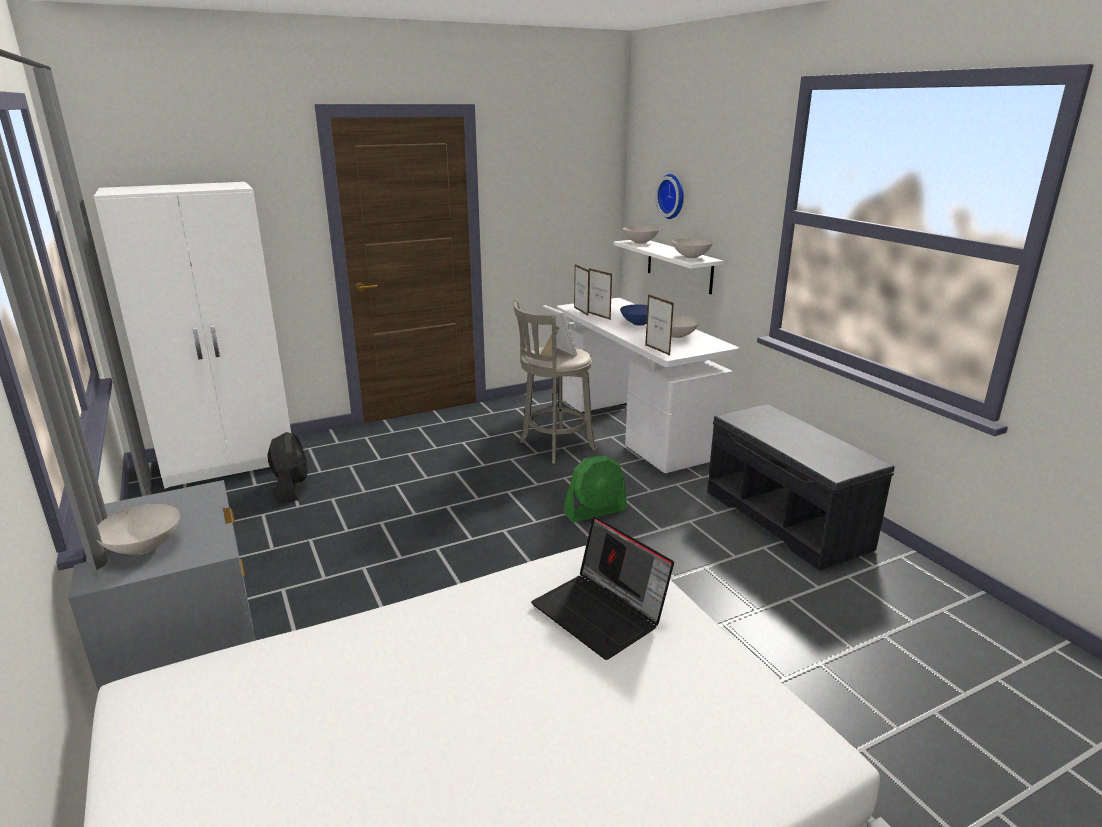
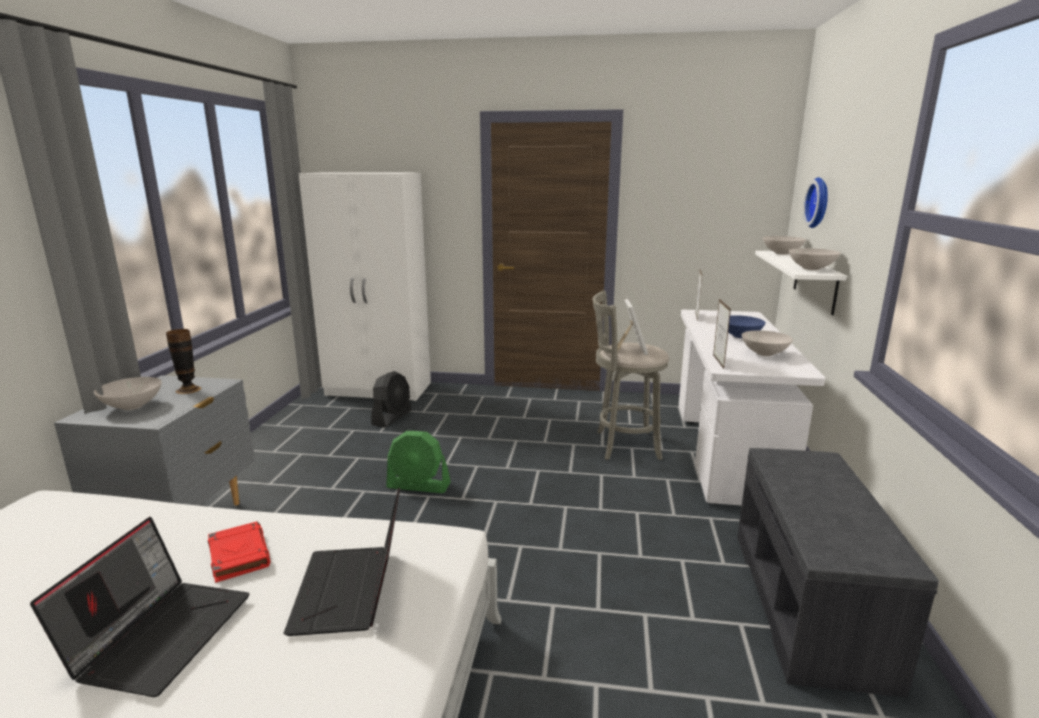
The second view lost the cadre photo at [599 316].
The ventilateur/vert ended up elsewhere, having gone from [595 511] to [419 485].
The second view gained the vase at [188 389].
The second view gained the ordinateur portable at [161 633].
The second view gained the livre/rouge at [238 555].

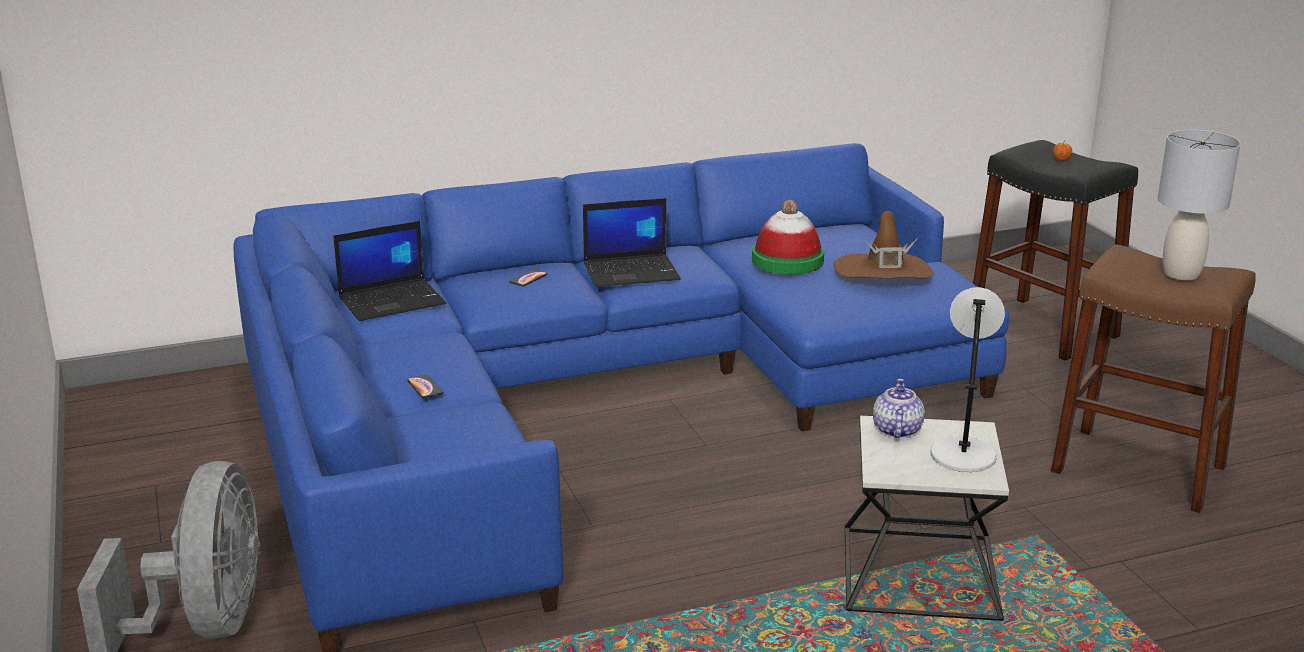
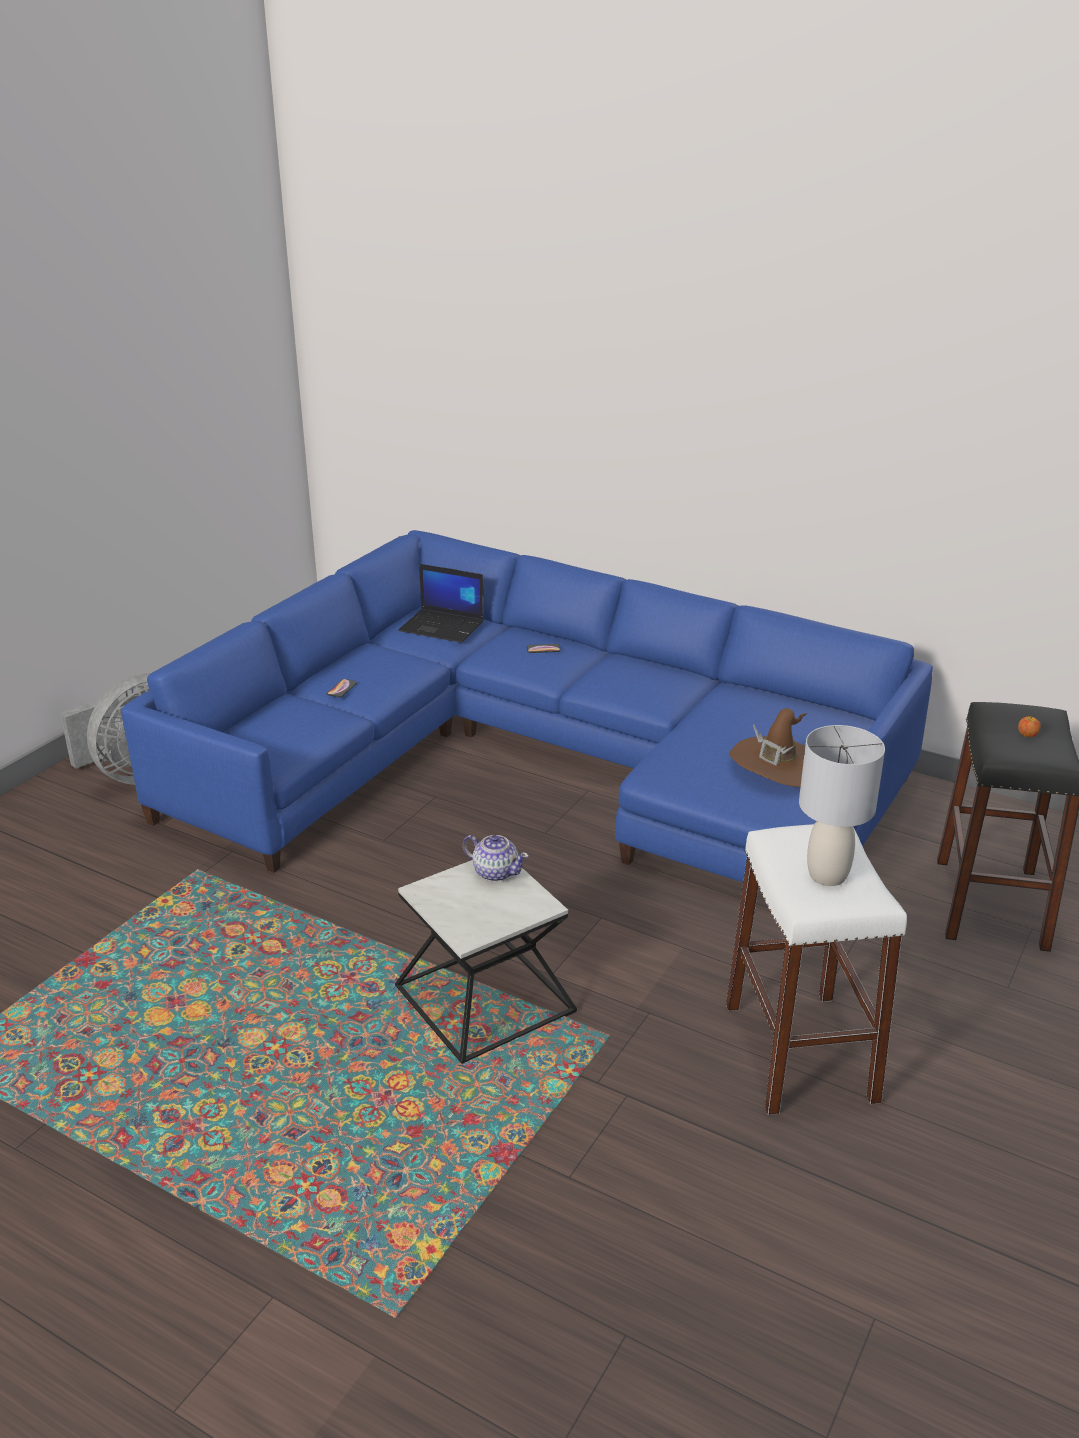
The second view lost the ordinateur portable at [632 271].
The second view lost the chapeau at [787 260].
What was the tabouret/marron at [1139 469] turned into the tabouret/blanc at [800 1052].
The second view lost the lampe de table/gris at [963 453].
The théière at [896 430] ended up facing another way, 60 degrees clockwise from before.

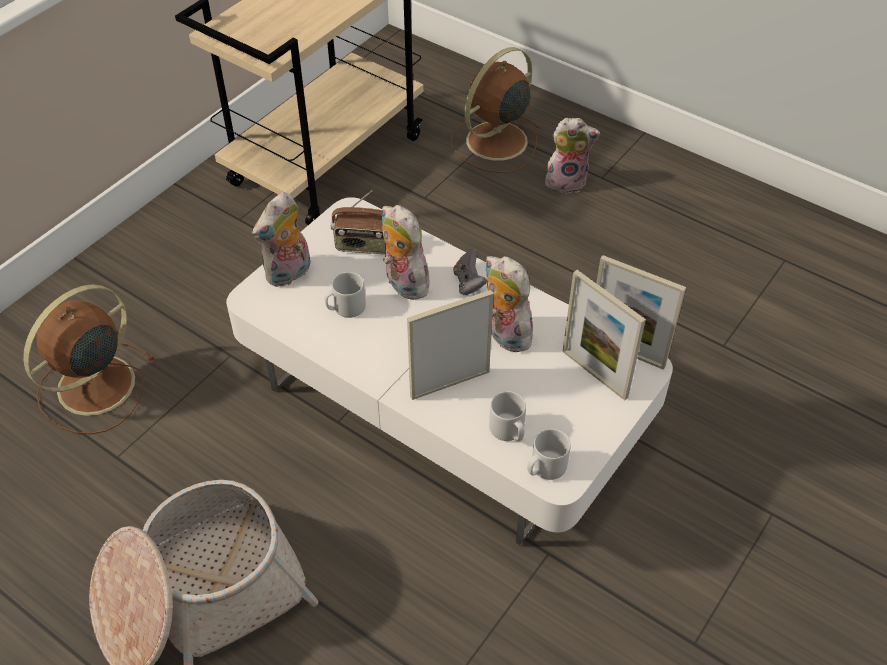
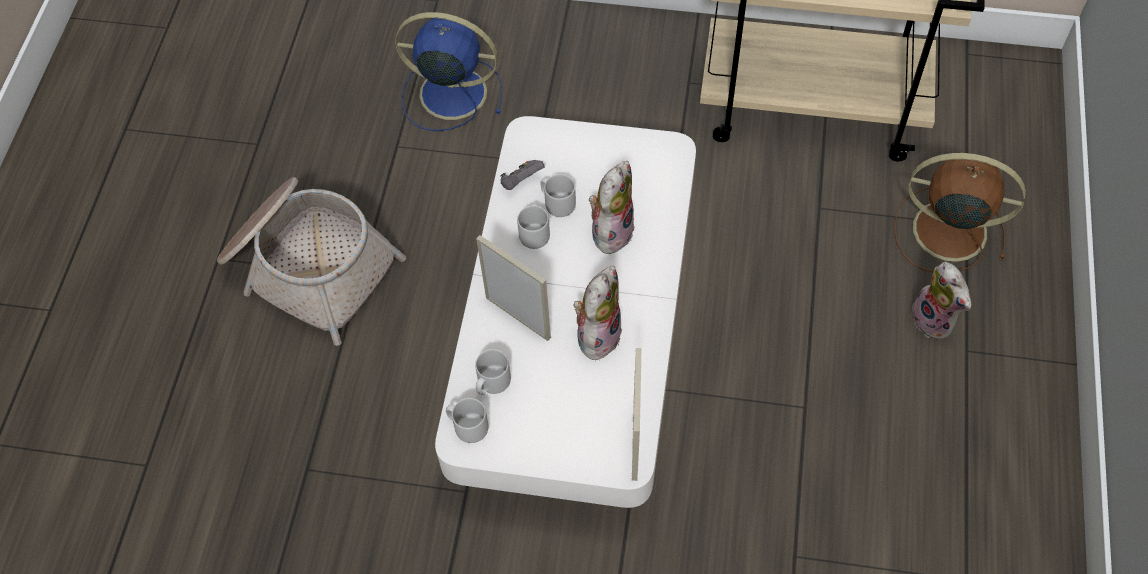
The second view lost the radio at [364 245].
The second view lost the peluche at [289 274].
The manette/gris ended up elsewhere, having gone from [468 282] to [521 182].
The second view lost the cadre photo at [594 374].
What was the ventilateur/marron at [93 387] turned into the ventilateur/bleu at [450 93].
The second view gained the mug/gris at [534 233].

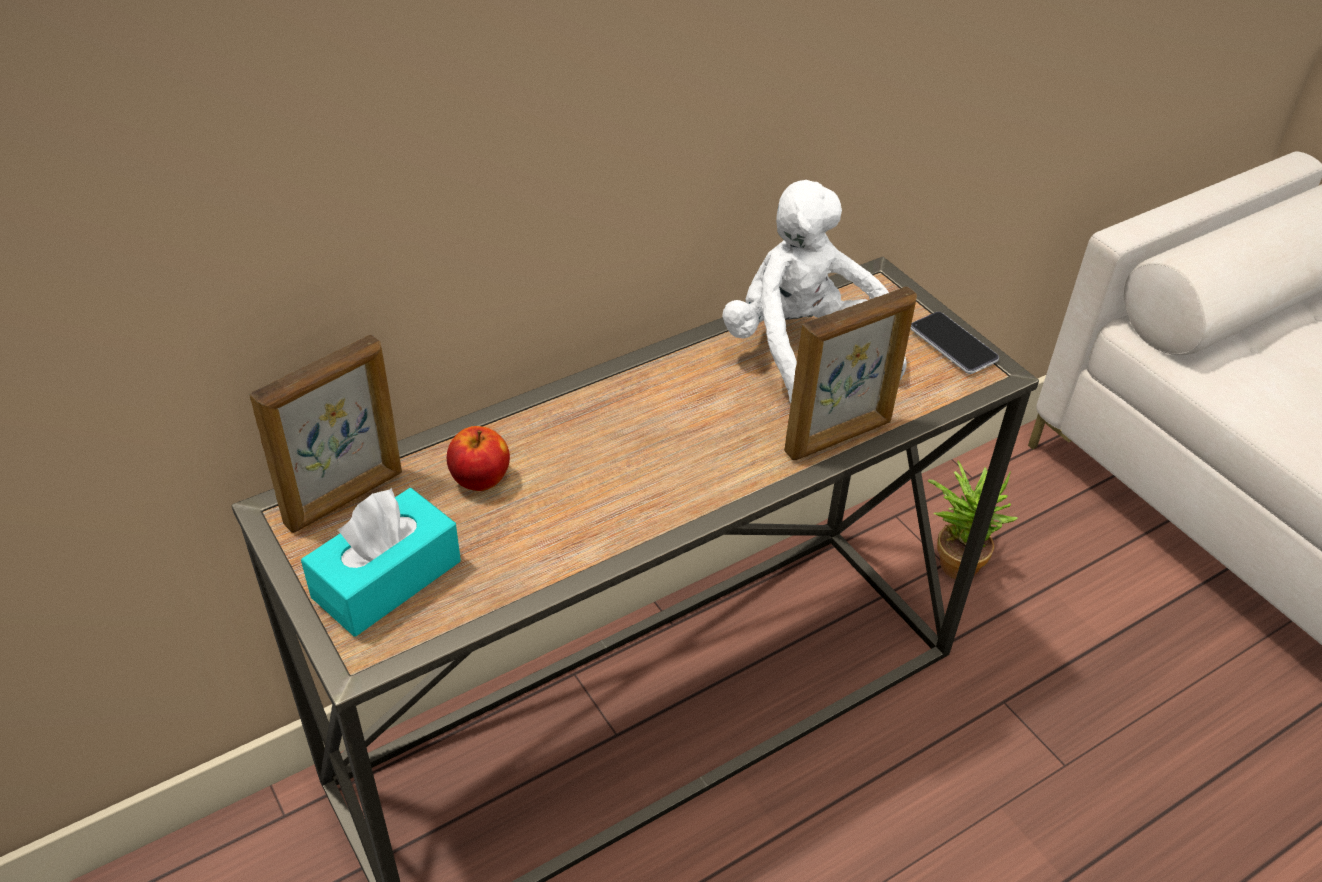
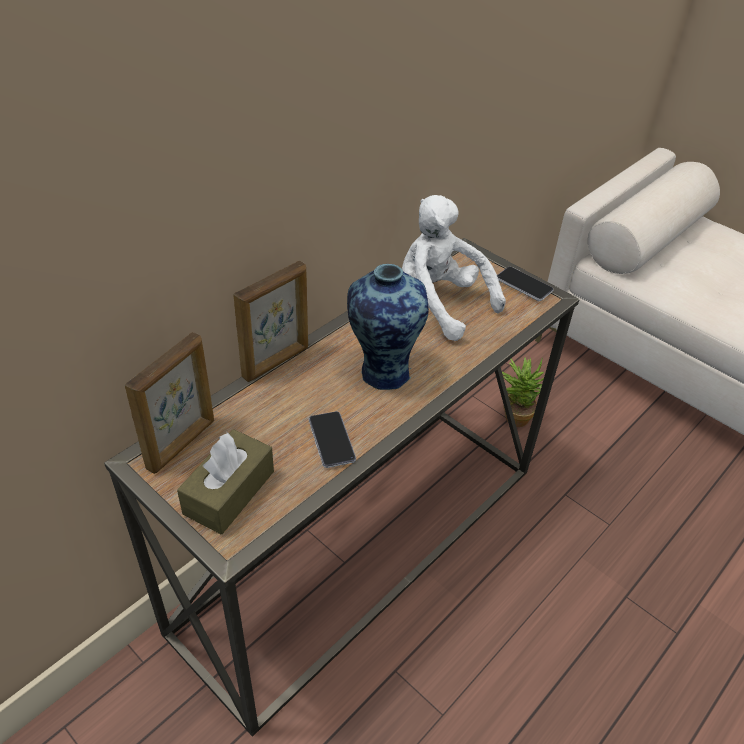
The cadre photo ended up elsewhere, having gone from [839 437] to [276 362].
The second view lost the pomme at [480 479].
What was the boîte à mouchoirs/turquoise at [387 579] turned into the boîte à mouchoirs/marron at [229 492].
The second view gained the vase at [382 372].
The second view gained the téléphone at [331 440].

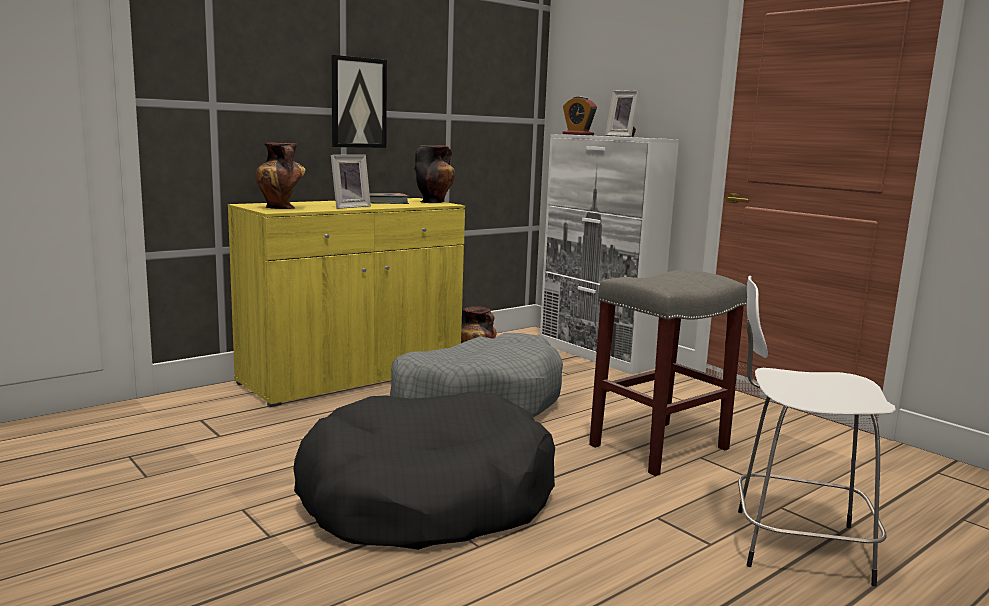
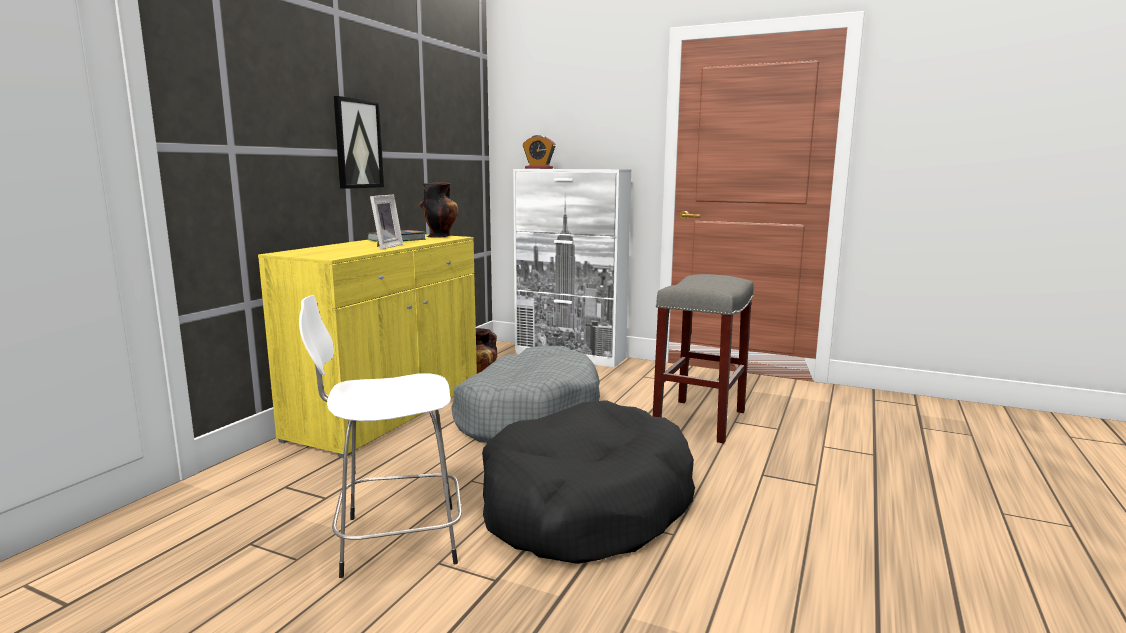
The second view lost the cadre photo at [623 136].
The second view lost the vase at [281 208].
The tabouret/blanc ended up elsewhere, having gone from [794 544] to [394 540].

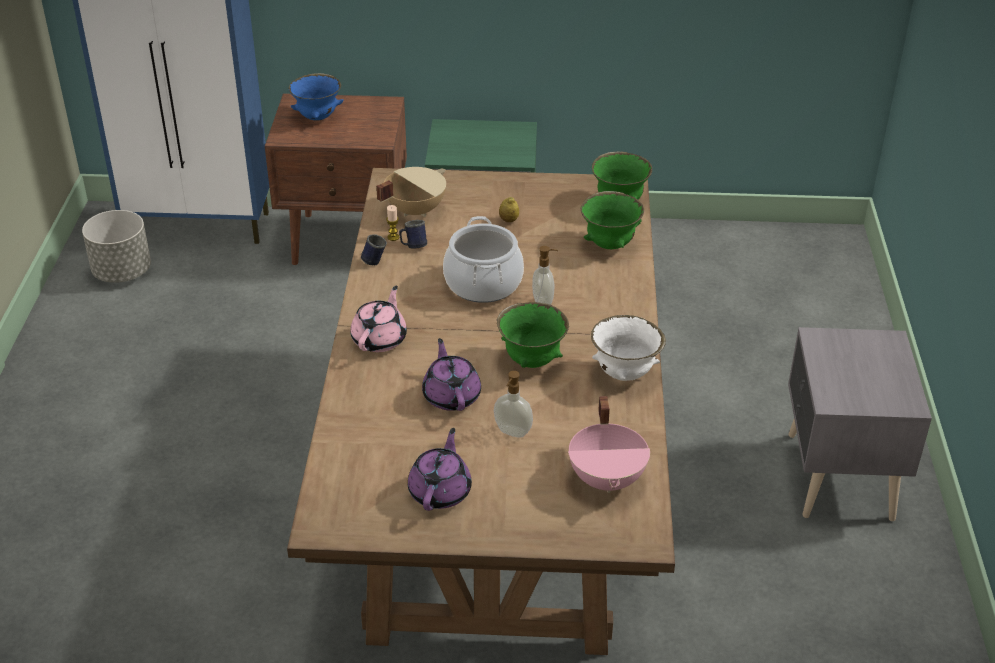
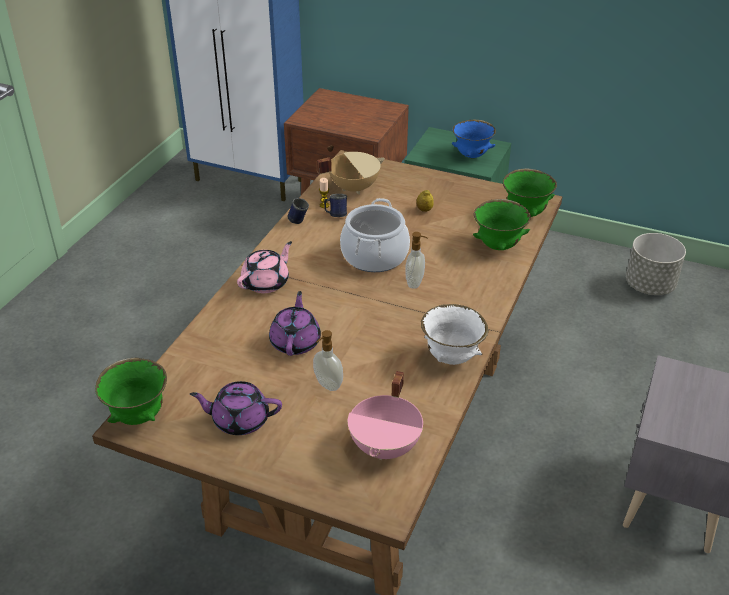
The bol/bleu ended up elsewhere, having gone from [318 117] to [472 155].
The cache-pot/gris ended up elsewhere, having gone from [123 272] to [650 286].
The bol/vert ended up elsewhere, having gone from [532 361] to [139 416].
The théière/violet at [440 491] ended up facing another way, 120 degrees counterclockwise from before.

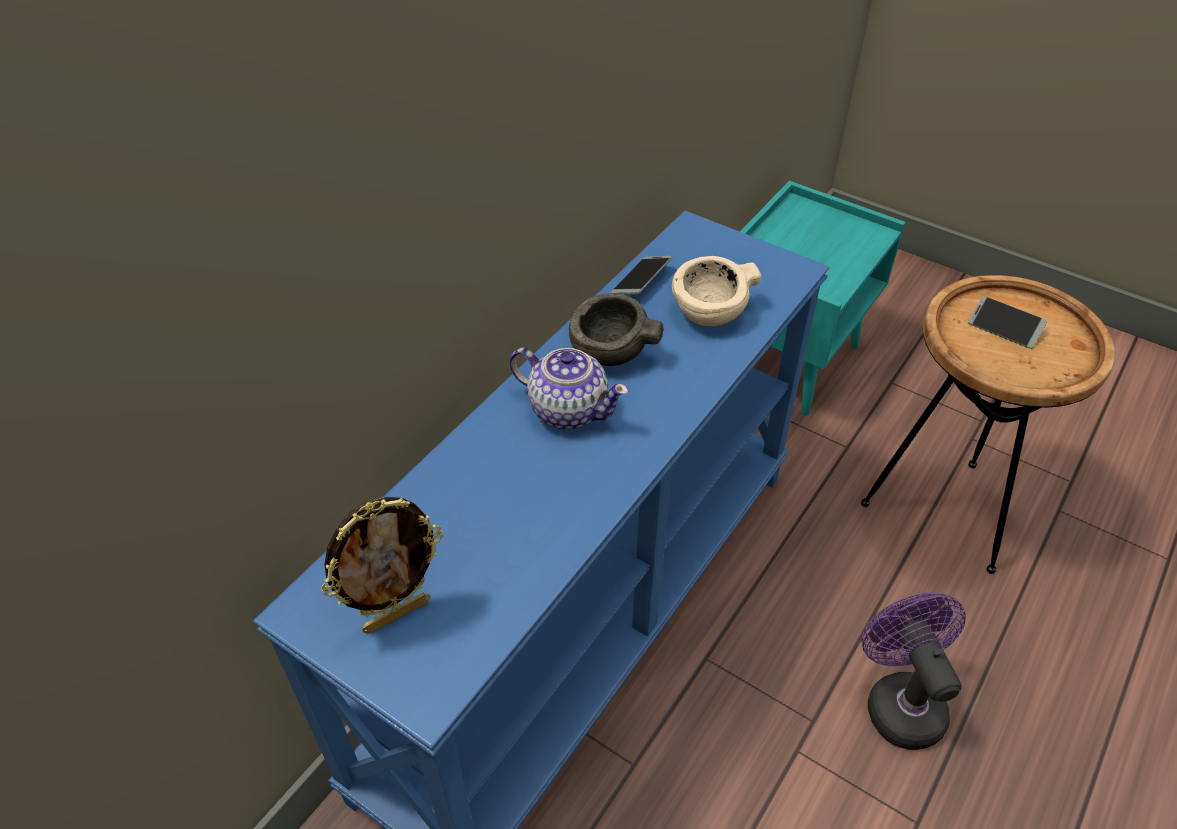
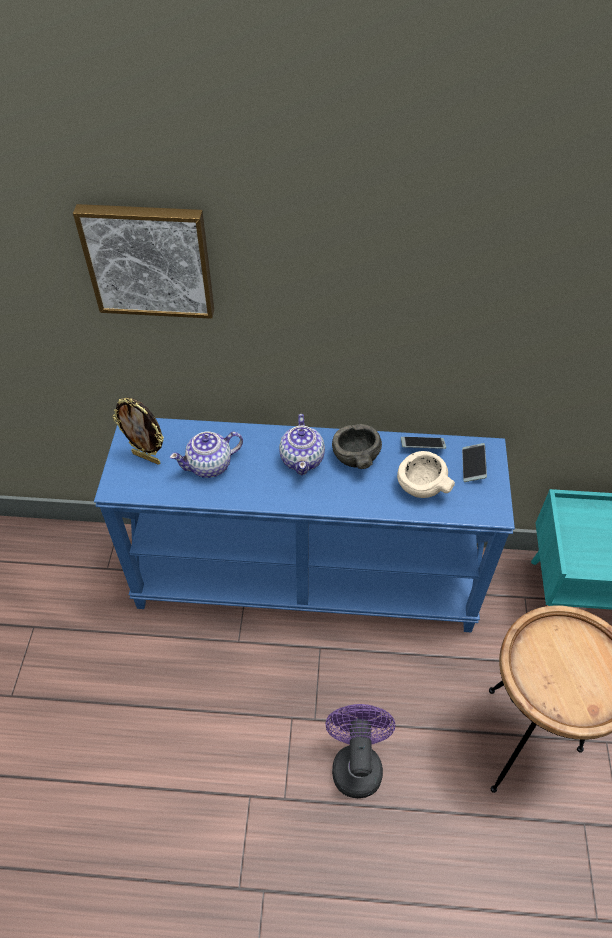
The téléphone ended up elsewhere, having gone from [1004 328] to [473 465].
The ventilateur/violet at [899 701] ended up facing another way, 45 degrees counterclockwise from before.
The second view gained the tableau at [149 259].
The second view gained the théière at [210 465].

